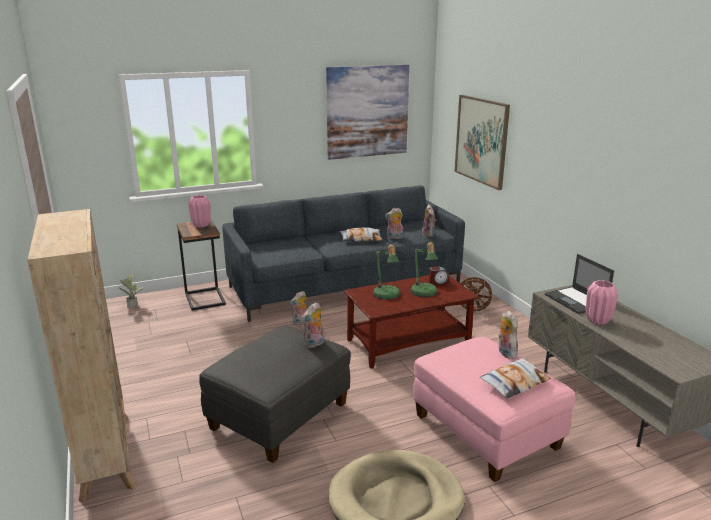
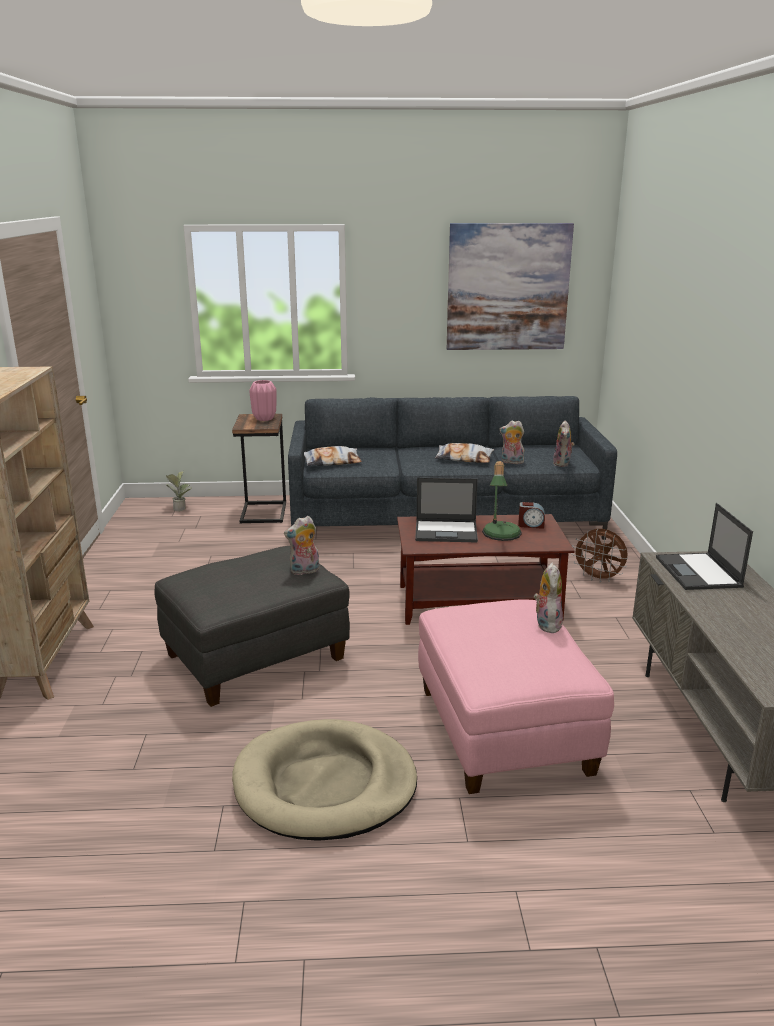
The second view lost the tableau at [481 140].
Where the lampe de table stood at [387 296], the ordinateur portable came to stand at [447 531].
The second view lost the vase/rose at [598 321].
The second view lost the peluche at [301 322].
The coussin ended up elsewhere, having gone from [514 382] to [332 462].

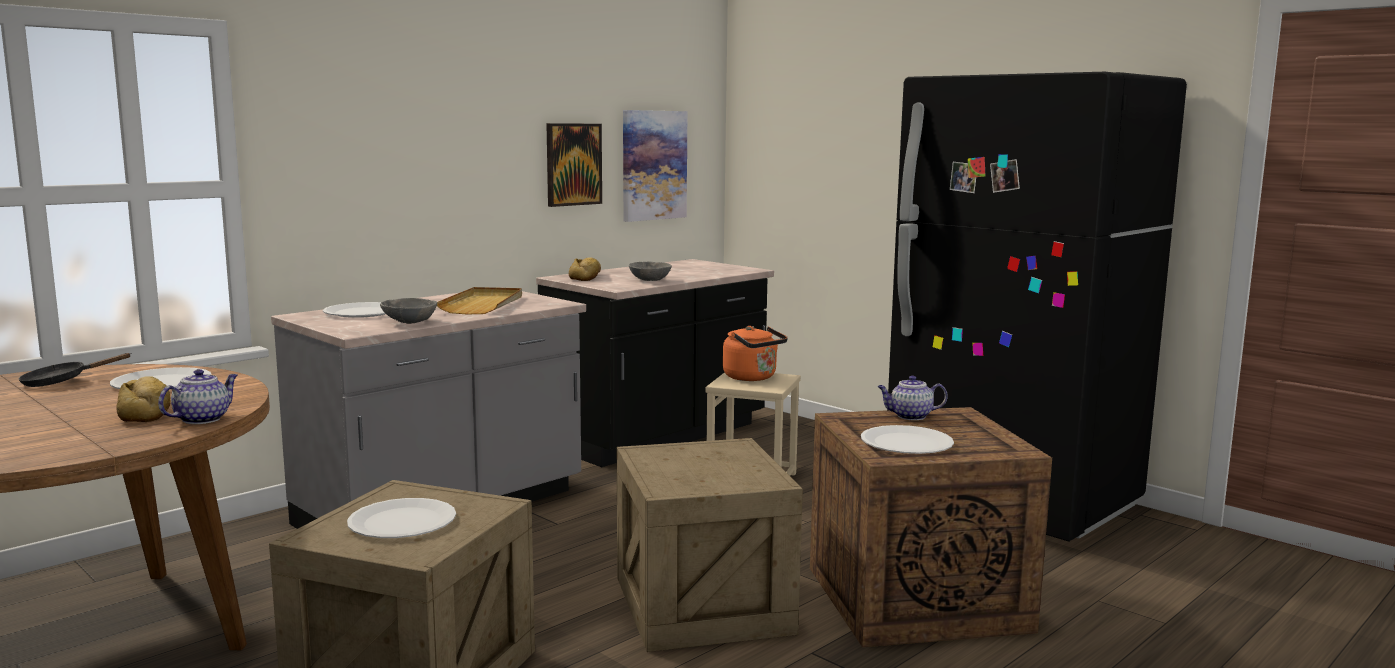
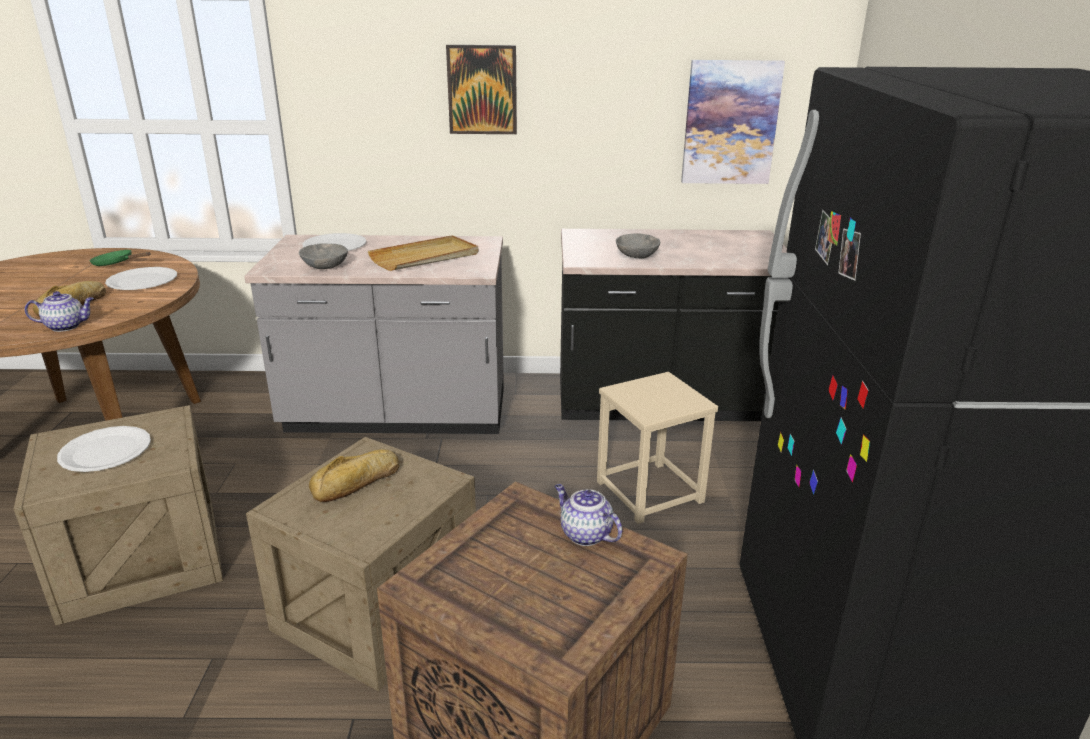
The tableau ended up elsewhere, having gone from [573 164] to [482 90].
The pain ended up elsewhere, having gone from [587 276] to [358 483].
The second view lost the bouilloire/orange at [752 378].
What was the poêle/noir at [61 381] turned into the poêle/vert at [117 264].
The second view lost the assiette/blanc at [906 443].

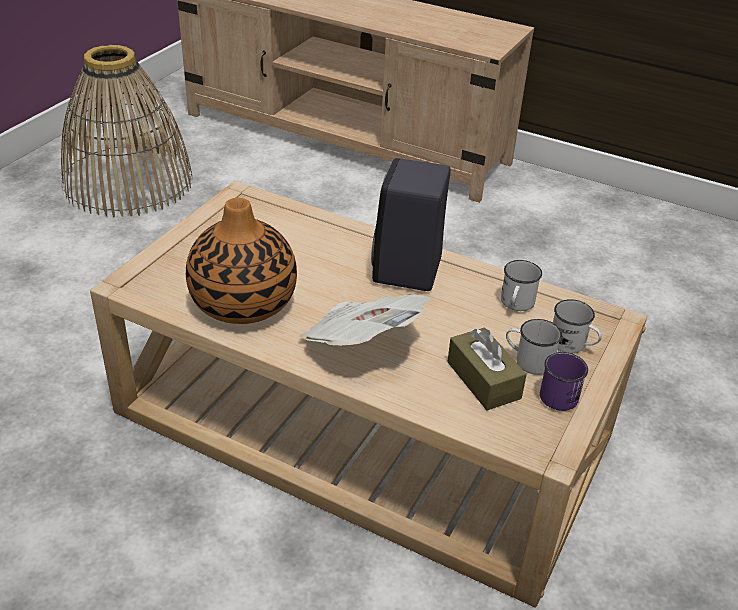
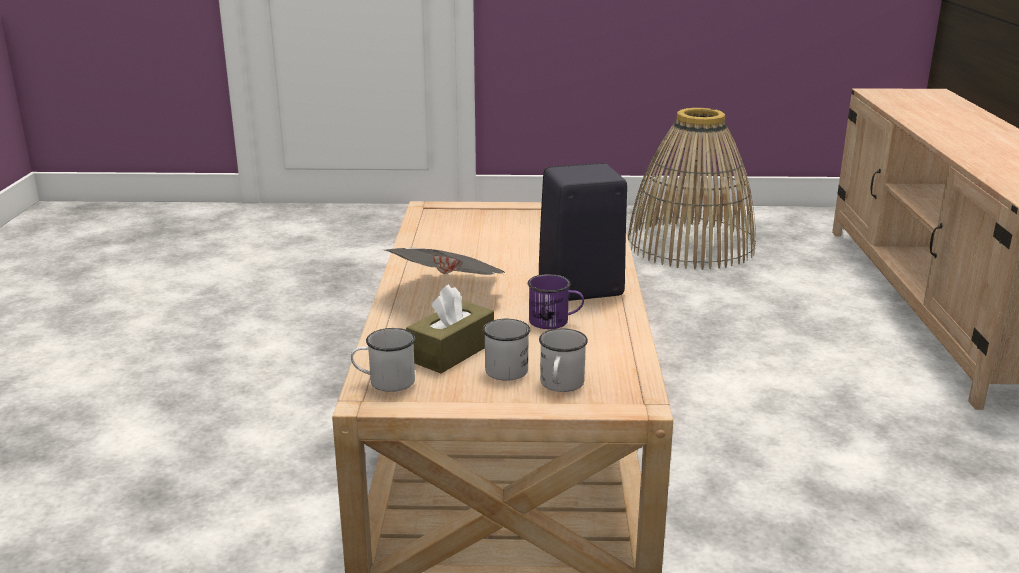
The second view lost the vase at [244 302].
The mug/blanc ended up elsewhere, having gone from [516 304] to [384 382].
The mug/violet ended up elsewhere, having gone from [562 393] to [555 321].

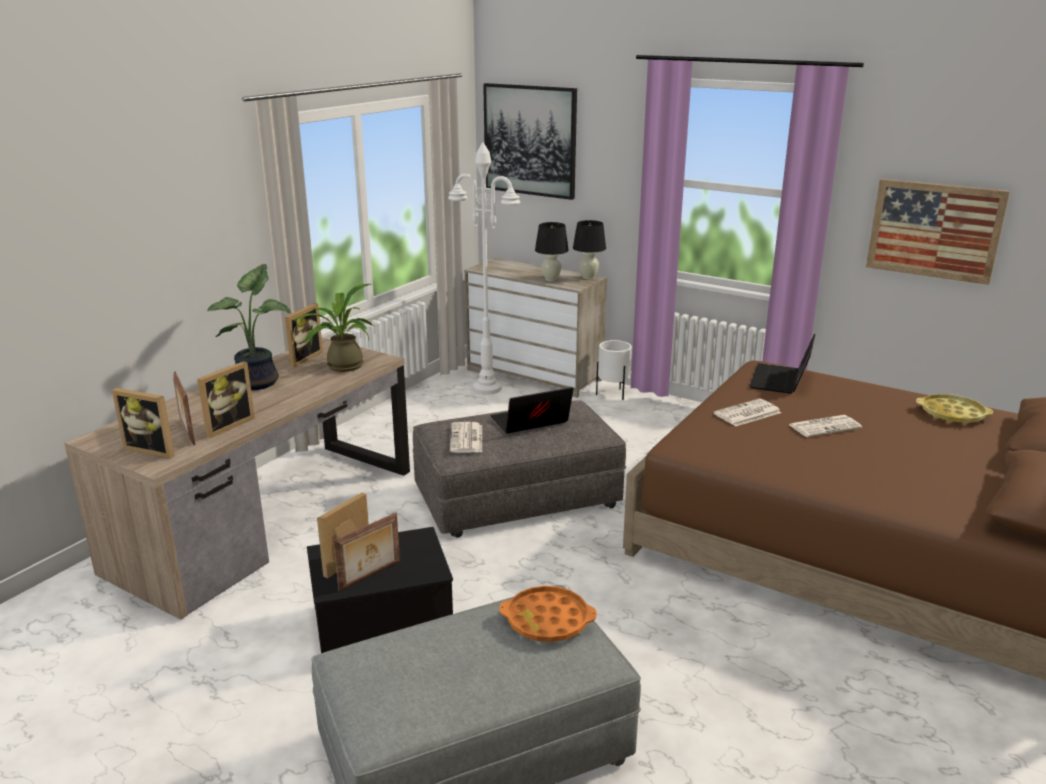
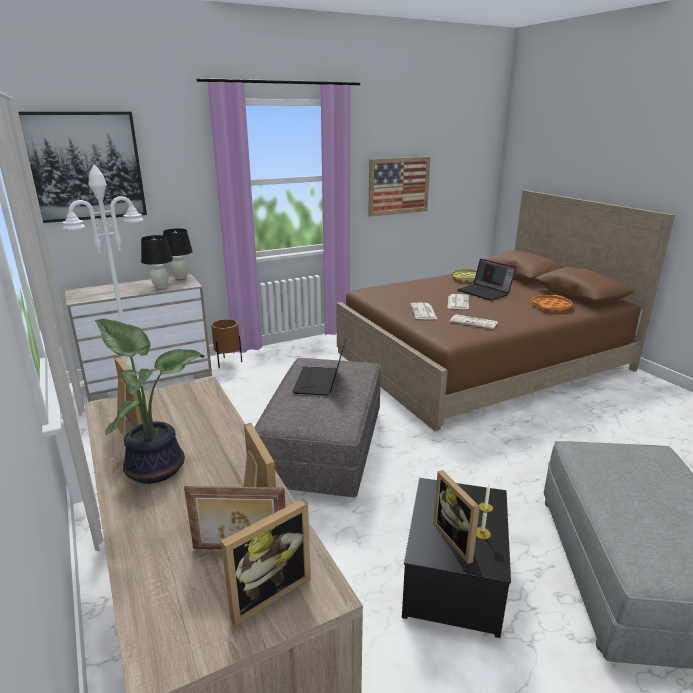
The second view lost the plante en pot at [340 366].
The ordinateur portable ended up elsewhere, having gone from [781 381] to [485 292].
What was the cache-pot/blanc at [613 395] turned into the cache-pot/marron at [228 363].
The journal ended up elsewhere, having gone from [467 439] to [474 322].
Where the cadre photo stood at [370 576], the bougie came to stand at [482 533].
The plateau/orange ended up elsewhere, having gone from [547 620] to [551 306].

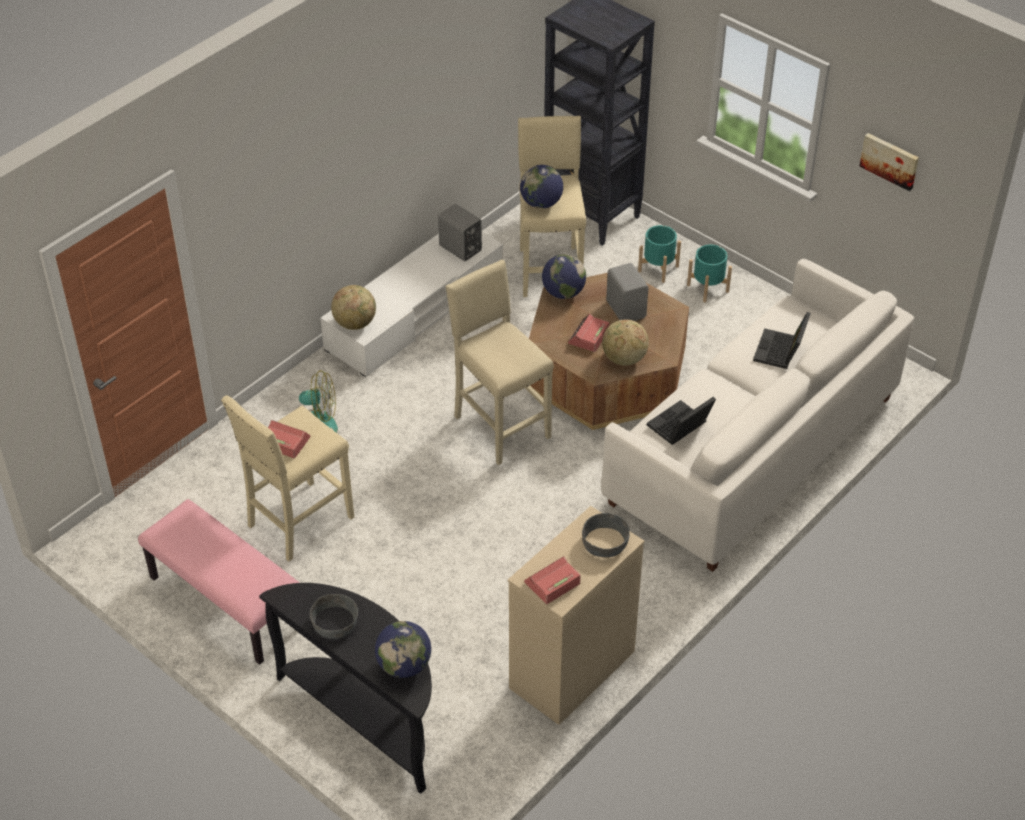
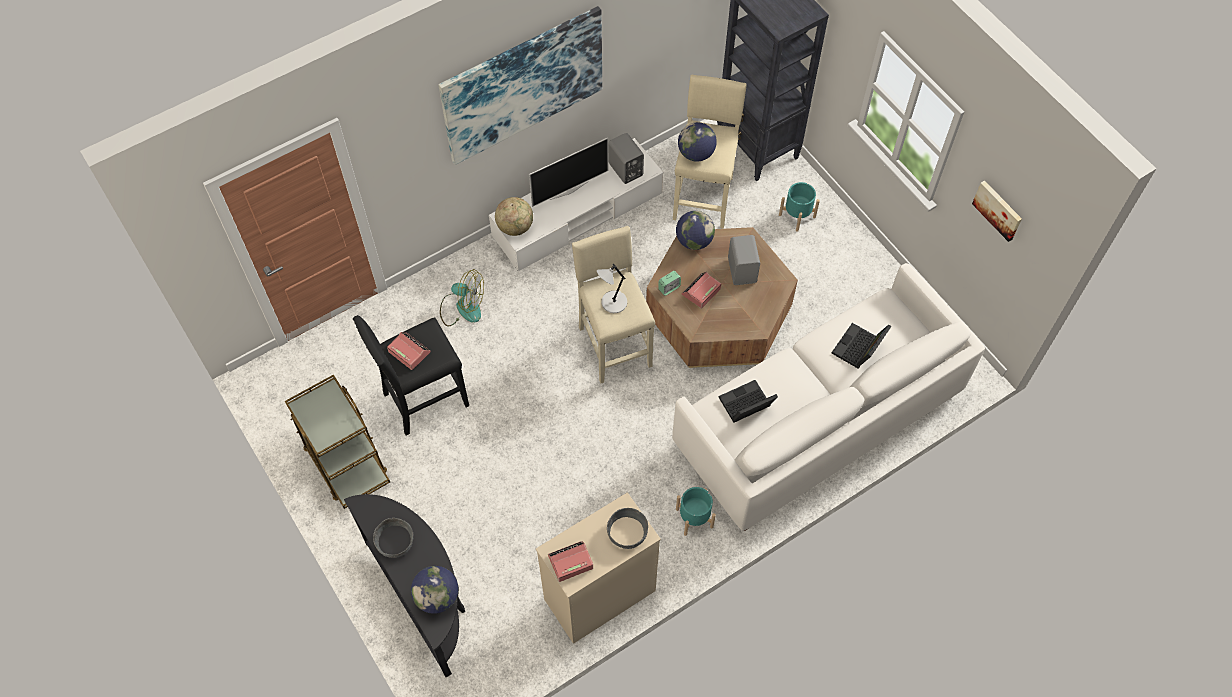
The cache-pot/turquoise ended up elsewhere, having gone from [707 288] to [694 517].
The second view lost the globe at [624 359].
What was the tabouret/beige at [298 522] turned into the tabouret/noir at [423 400].
Where the banc/rose stood at [225 603], the chariot/marron came to stand at [346 462].
The second view gained the tableau at [523 84].
The second view gained the téléviseur at [568 190].
The second view gained the lampe de table/gris at [613 303].
The second view gained the réveil at [669 288].

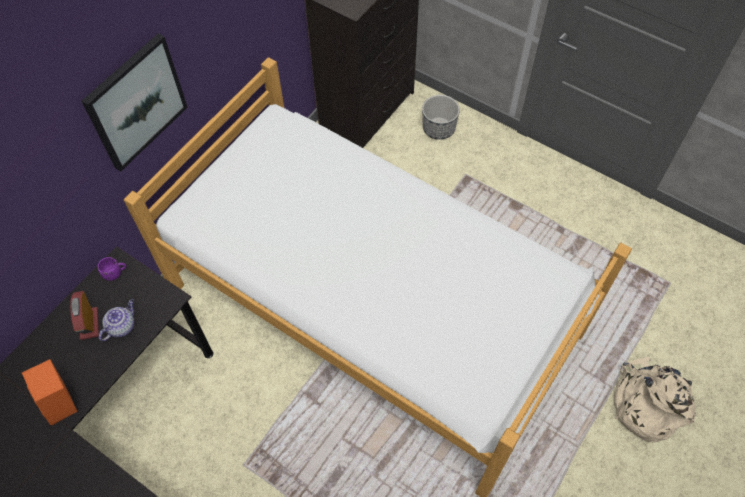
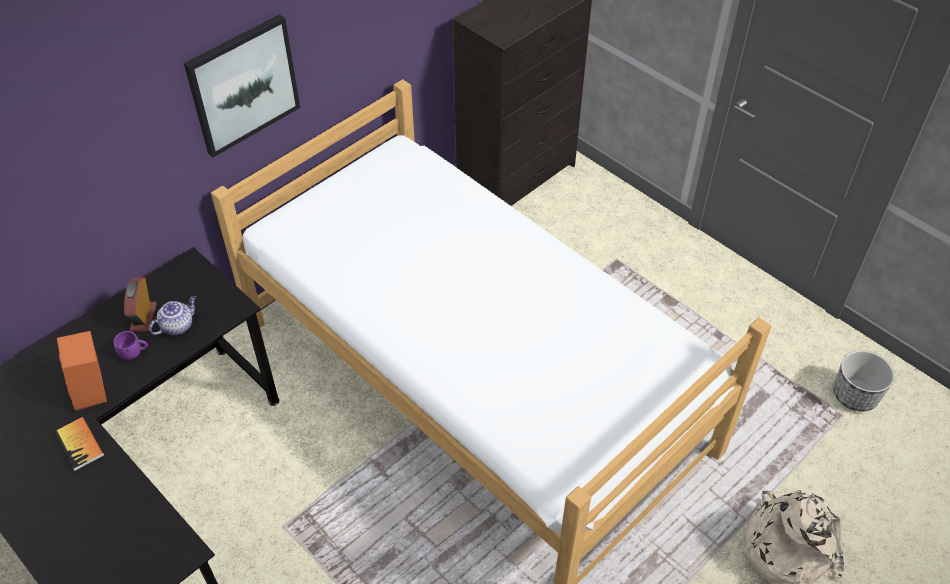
The cache-pot ended up elsewhere, having gone from [438 128] to [854 395].
The mug/violet ended up elsewhere, having gone from [115 273] to [134 353].
The second view gained the livre at [79 444].

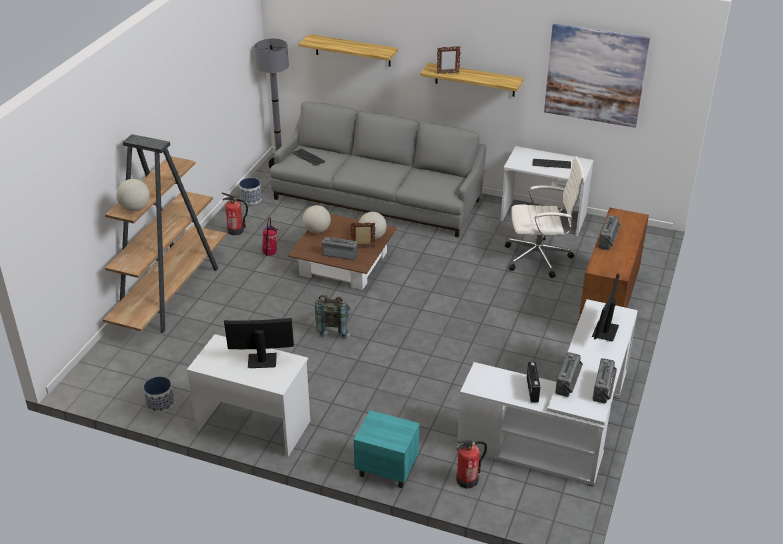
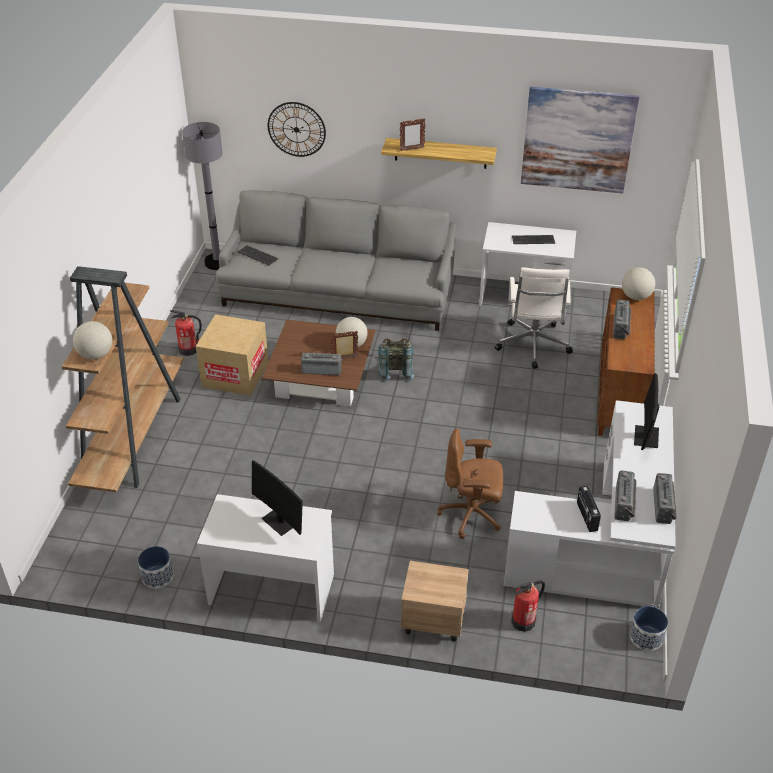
Where the étagère hung at [352 50], the horloge murale came to hang at [296 129].
The chaise de bureau/blanc at [540 258] ended up facing another way, 105 degrees clockwise from before.
The cache-pot ended up elsewhere, having gone from [251 199] to [646 638].
The globe ended up elsewhere, having gone from [317 230] to [636 296].
Where the extincteur stood at [270 254], the carton came to stand at [235 374].
The sac à dos/gris ended up elsewhere, having gone from [334 328] to [395 371].
The écran d'ordinateur at [262 361] ended up facing another way, 120 degrees counterclockwise from before.
What was the table de chevet/turquoise at [386 469] turned into the table de chevet/beige at [432 621].
The second view gained the chaise de bureau/marron at [472 515].

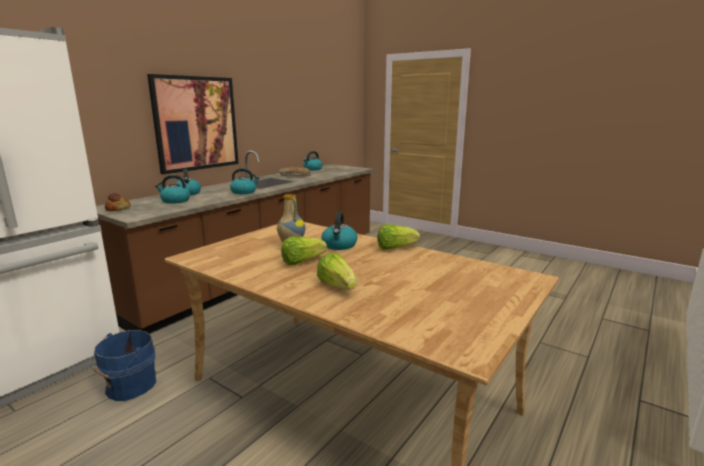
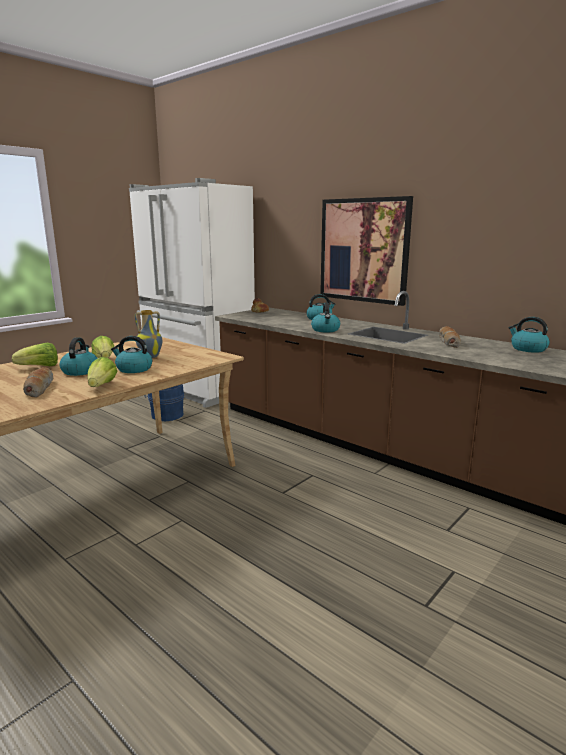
The bouilloire ended up elsewhere, having gone from [175 201] to [80 371].
The second view gained the pain at [39 388].

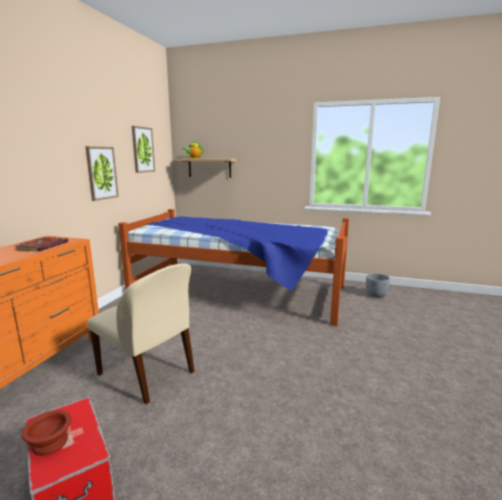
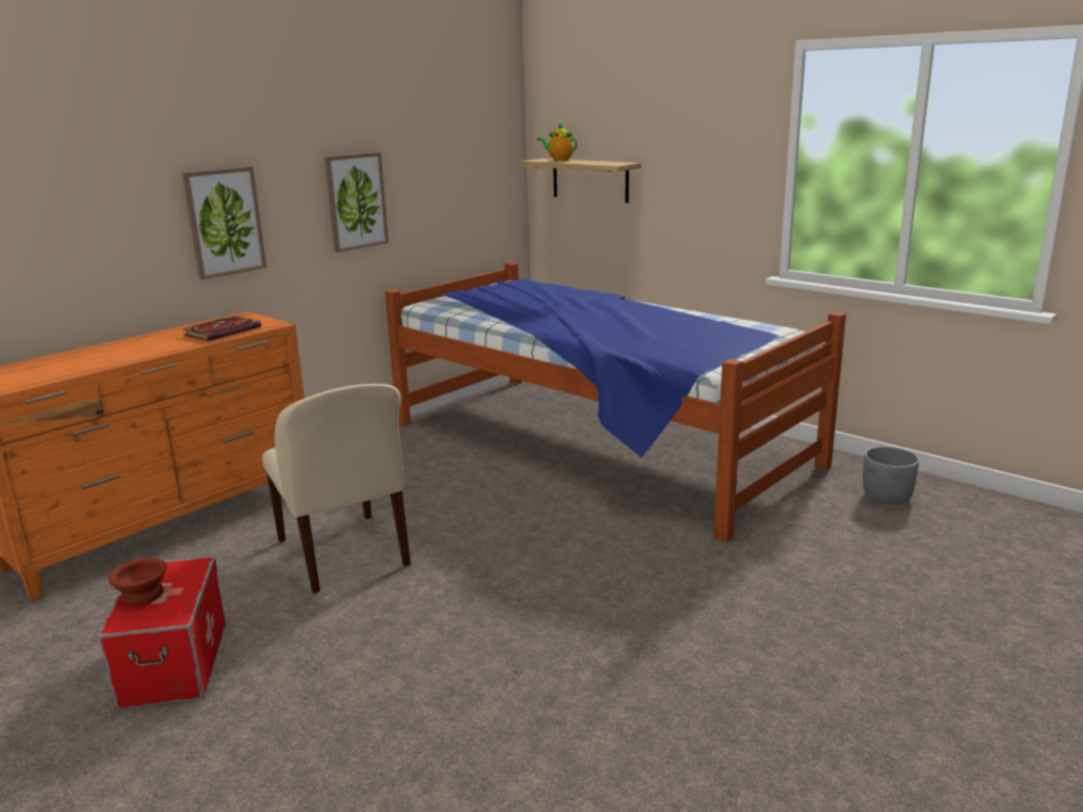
The tableau ended up elsewhere, having gone from [142 149] to [224 222].

